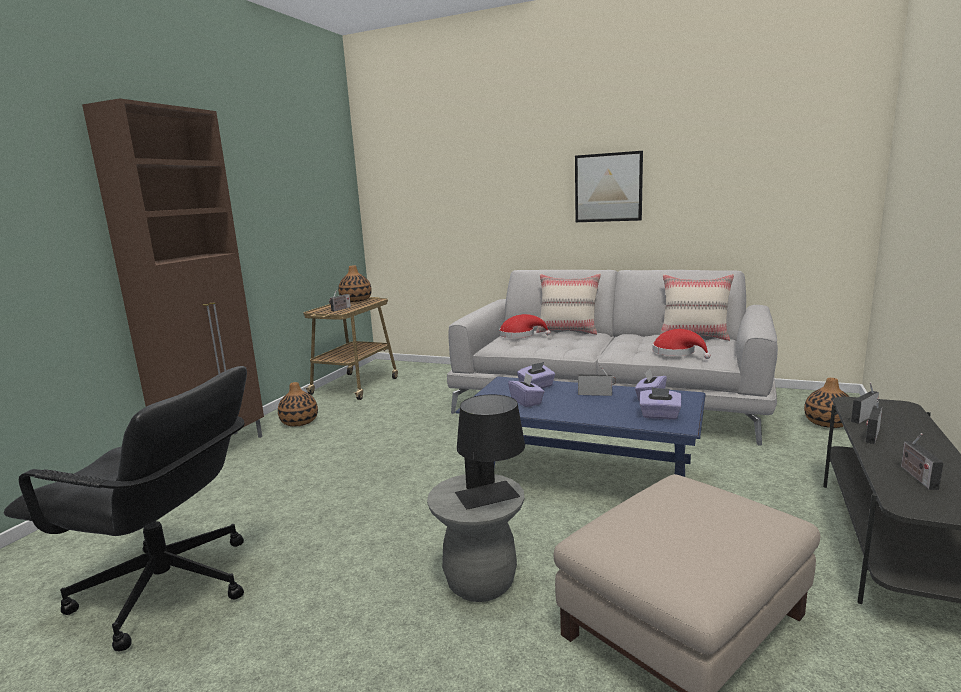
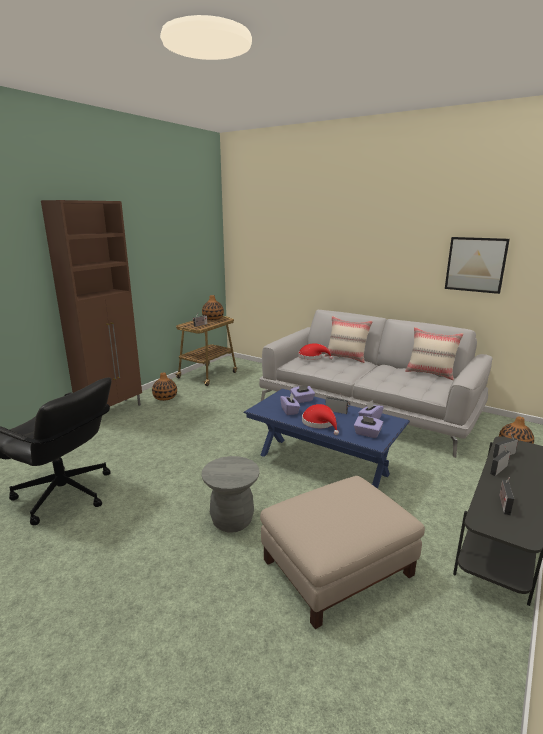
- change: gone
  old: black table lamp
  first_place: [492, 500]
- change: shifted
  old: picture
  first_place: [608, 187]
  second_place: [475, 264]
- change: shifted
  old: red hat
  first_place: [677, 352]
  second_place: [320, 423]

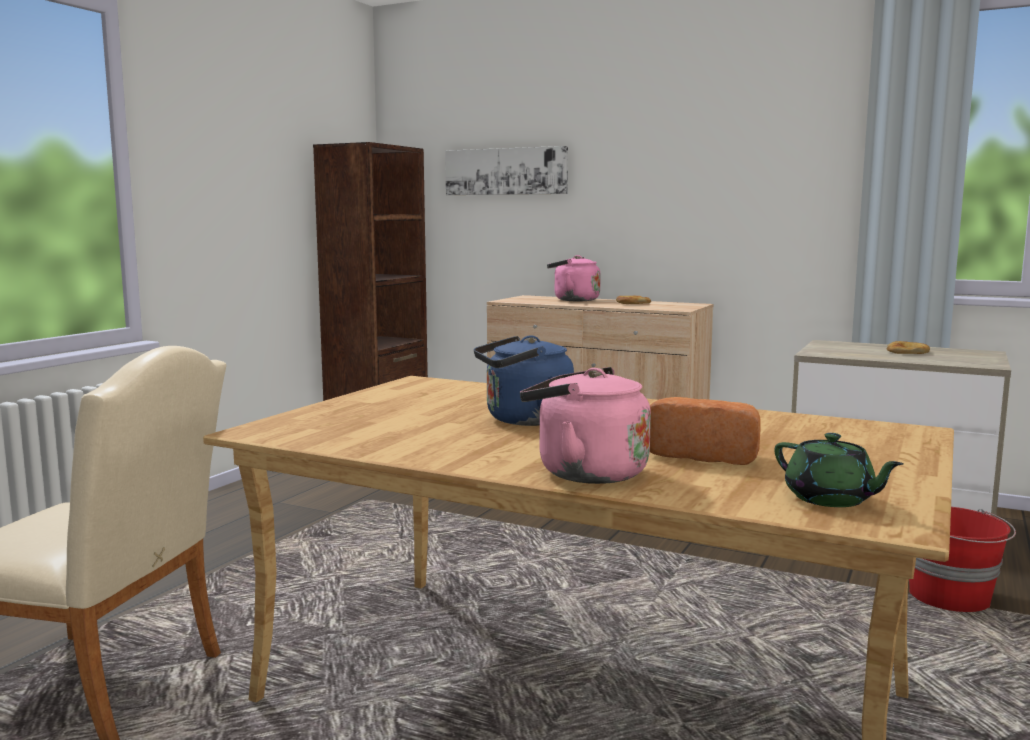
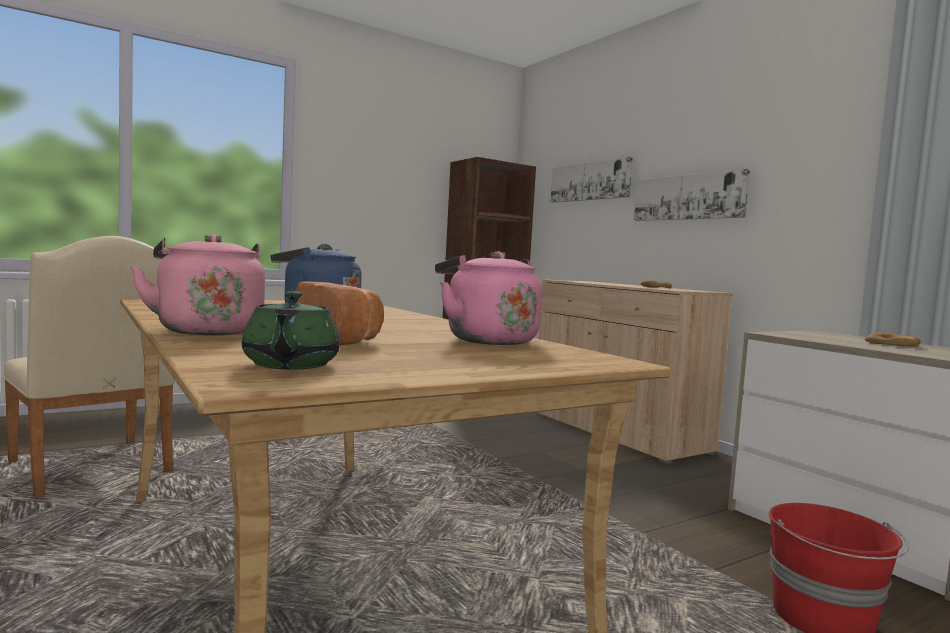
- change: shifted
  old: pink kettle
  first_place: [573, 300]
  second_place: [486, 340]
- change: new
  new: picture
  second_place: [688, 197]

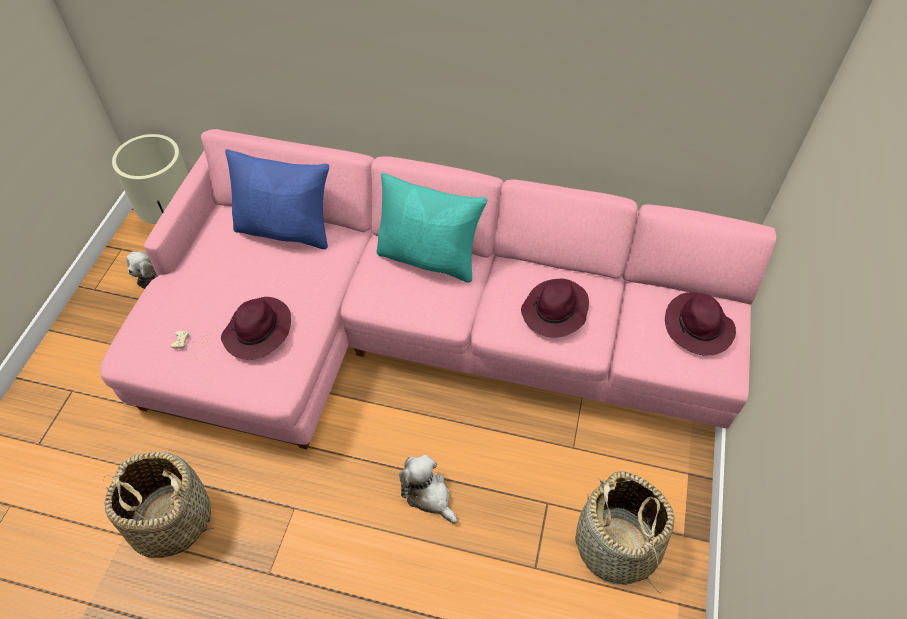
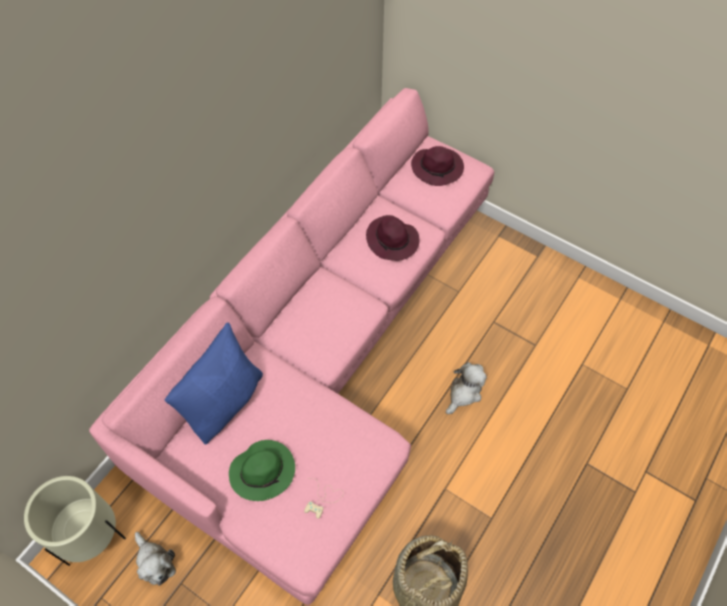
- change: gone
  old: purple hat
  first_place: [258, 332]
- change: gone
  old: turquoise pillow
  first_place: [429, 258]
- change: rotated
  old: plush toy
  first_place: [428, 494]
  second_place: [464, 392]
  degrees: 150
- change: gone
  old: basket
  first_place: [616, 547]
- change: new
  new: green hat
  second_place: [263, 471]

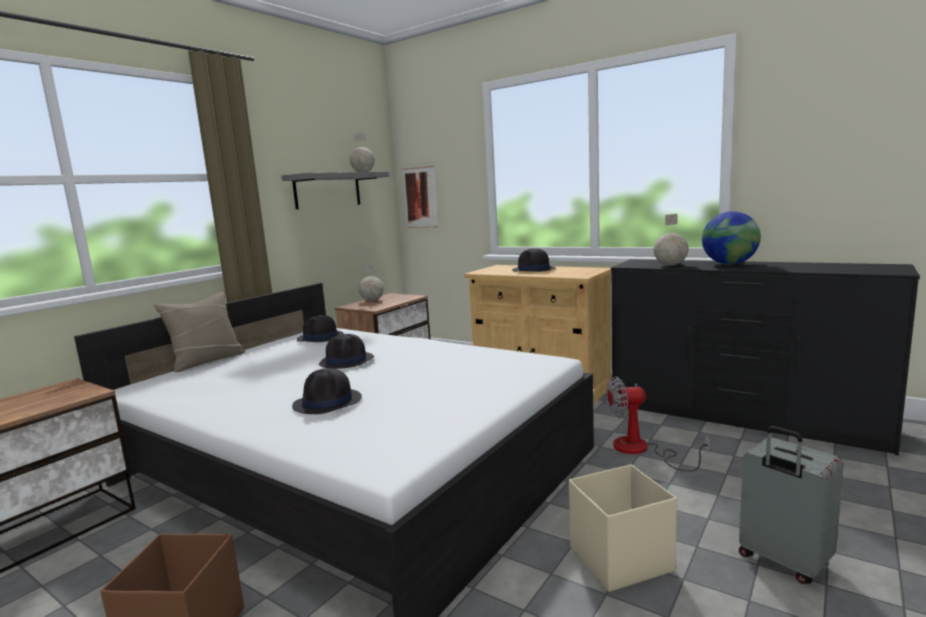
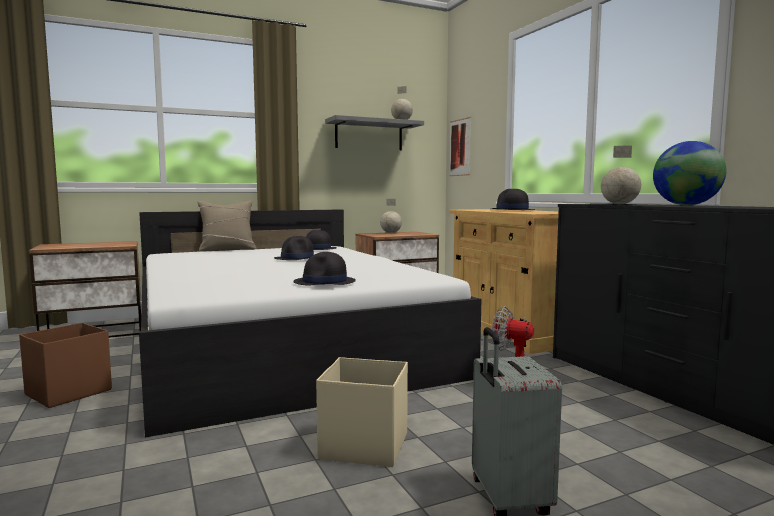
- change: shifted
  old: black hat
  first_place: [328, 402]
  second_place: [325, 282]

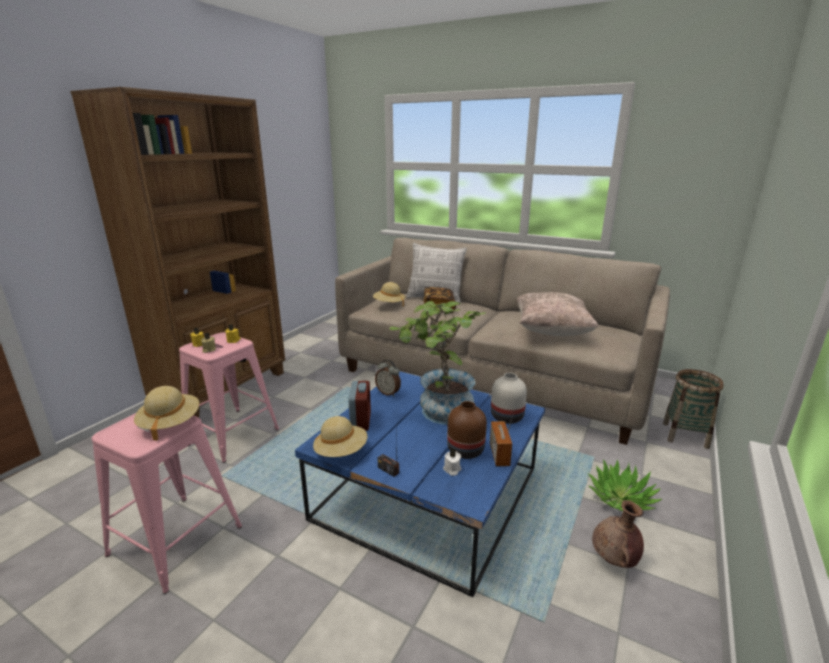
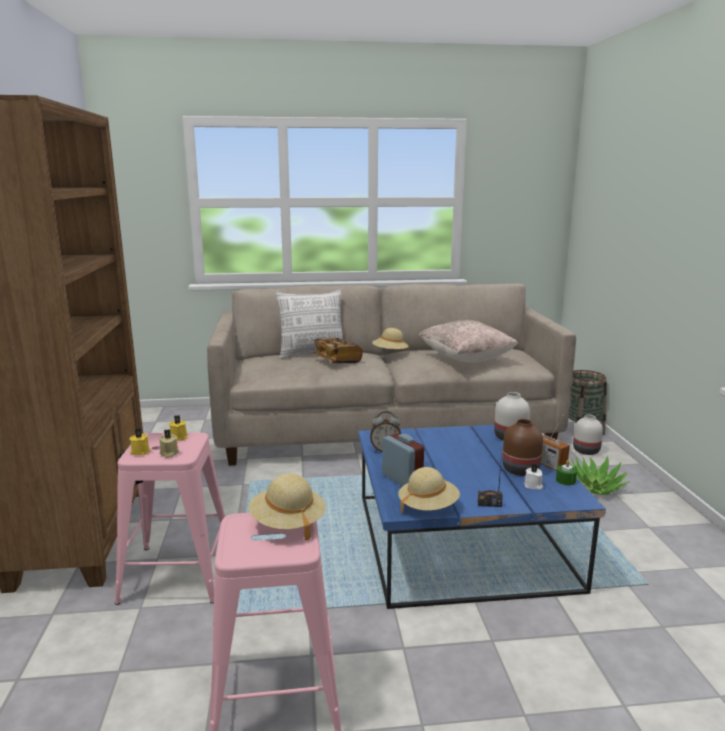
- change: shifted
  old: beige hat
  first_place: [389, 304]
  second_place: [390, 353]
- change: gone
  old: potted plant
  first_place: [439, 412]
- change: gone
  old: brown vase
  first_place: [614, 560]
- change: new
  new: green candle
  second_place: [565, 480]
- change: new
  new: white vase
  second_place: [585, 451]

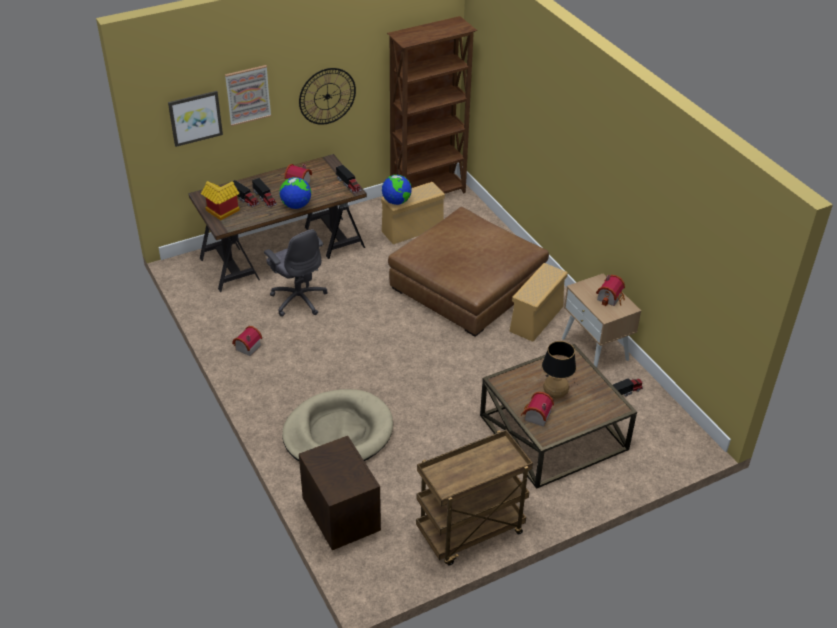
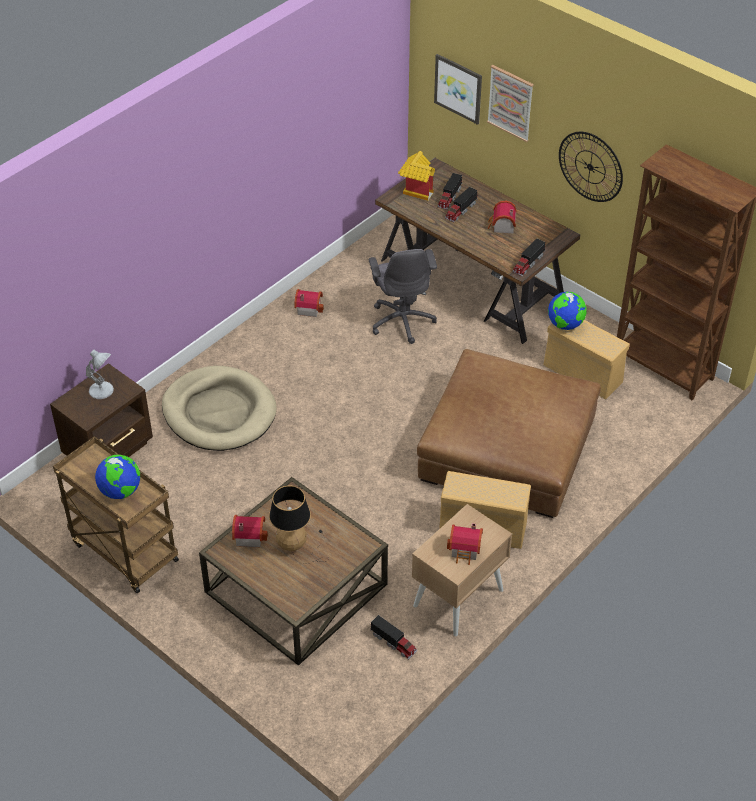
- change: rotated
  old: grey office chair
  first_place: [298, 299]
  second_place: [402, 320]
  degrees: -45
- change: shifted
  old: globe
  first_place: [296, 206]
  second_place: [120, 491]
- change: new
  new: white table lamp
  second_place: [102, 390]

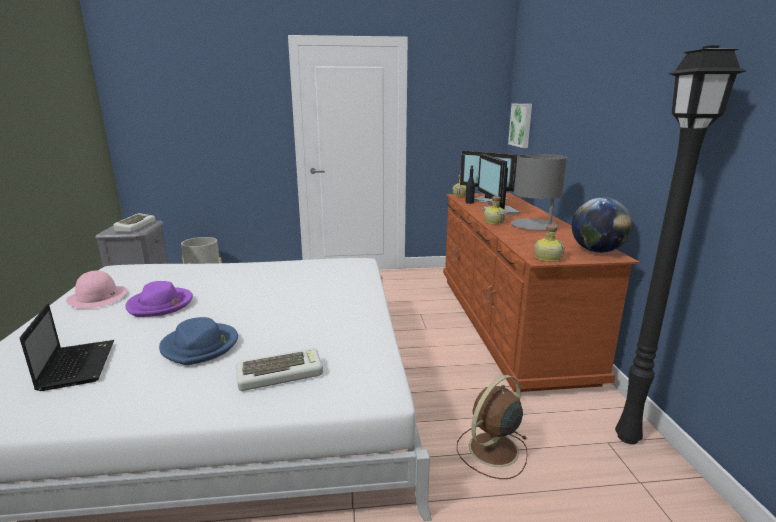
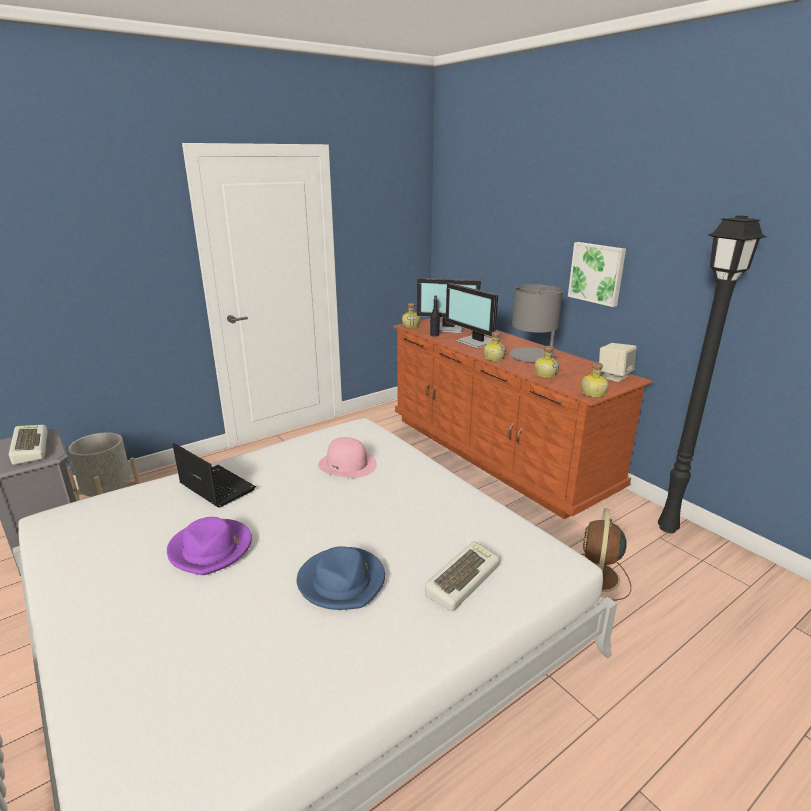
- change: shifted
  old: laptop
  first_place: [77, 365]
  second_place: [215, 487]
- change: shifted
  old: pink hat
  first_place: [97, 297]
  second_place: [347, 464]
- change: shifted
  old: picture
  first_place: [521, 125]
  second_place: [597, 273]
- change: swapped
  old: globe
  new: beige speaker
  first_place: [596, 251]
  second_place: [614, 376]
- change: new
  new: bottle
  second_place: [545, 374]

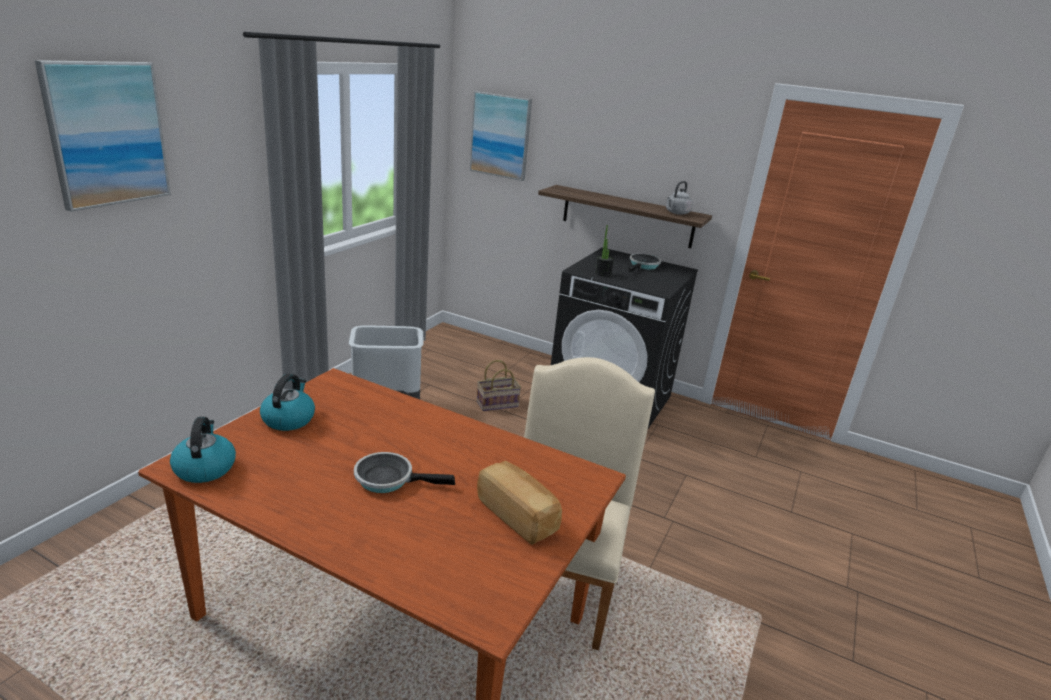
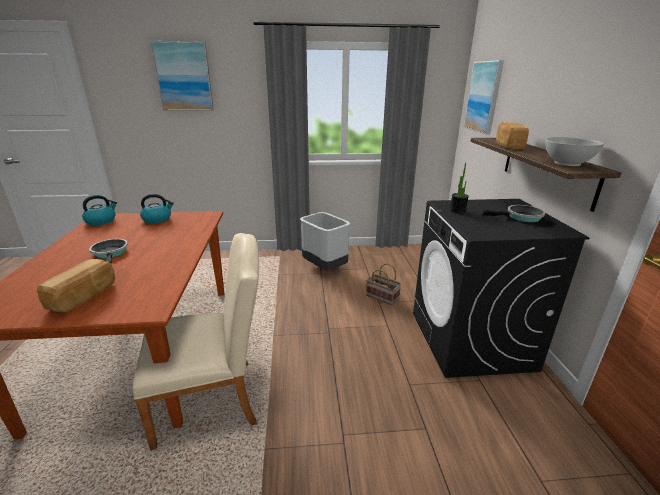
- change: swapped
  old: grey kettle
  new: white bowl
  first_place: [676, 213]
  second_place: [567, 163]
- change: new
  new: bread
  second_place: [508, 145]

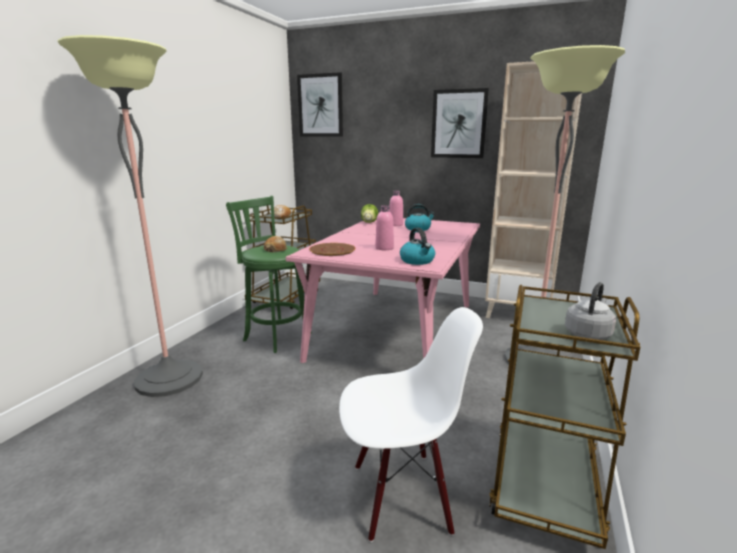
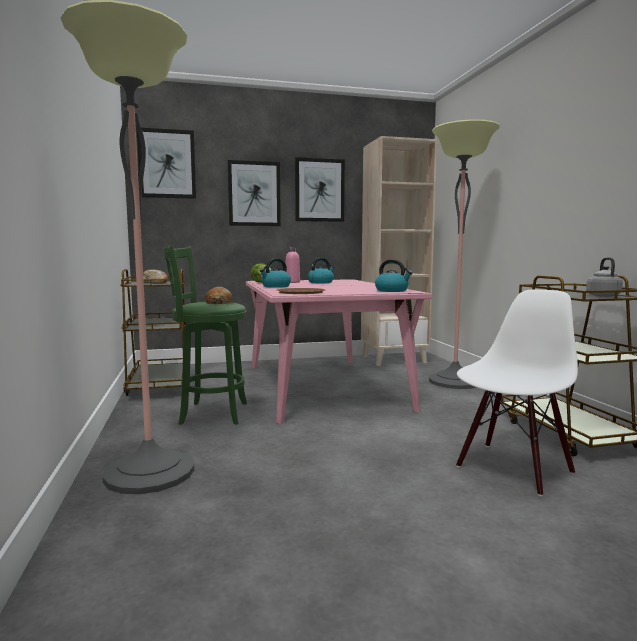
- change: gone
  old: pink bottle
  first_place: [384, 248]
- change: new
  new: picture
  second_place: [254, 194]
- change: new
  new: kettle
  second_place: [275, 286]

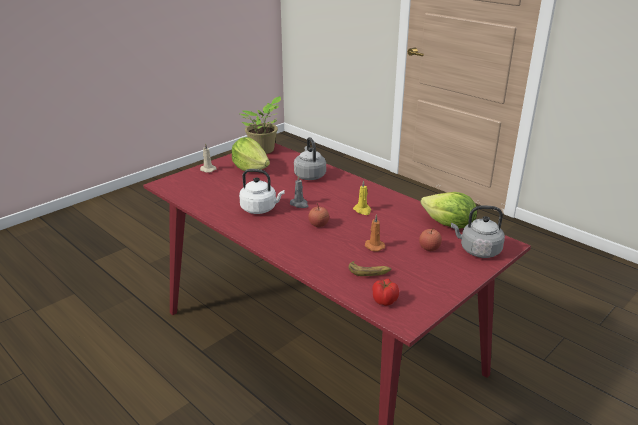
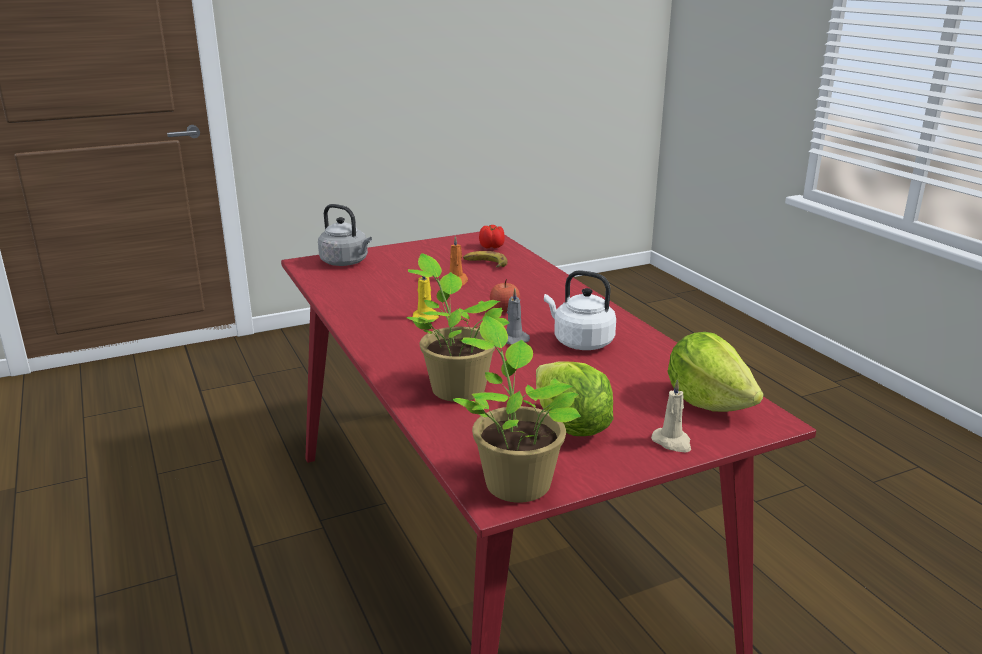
- change: swapped
  old: grey kettle
  new: potted plant
  first_place: [309, 175]
  second_place: [455, 388]
- change: gone
  old: apple
  first_place: [429, 248]
- change: shifted
  old: lettuce
  first_place: [448, 225]
  second_place: [708, 402]

